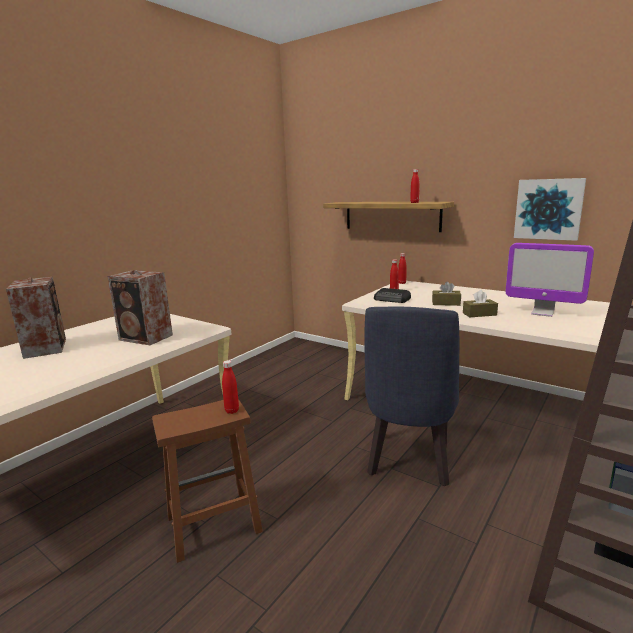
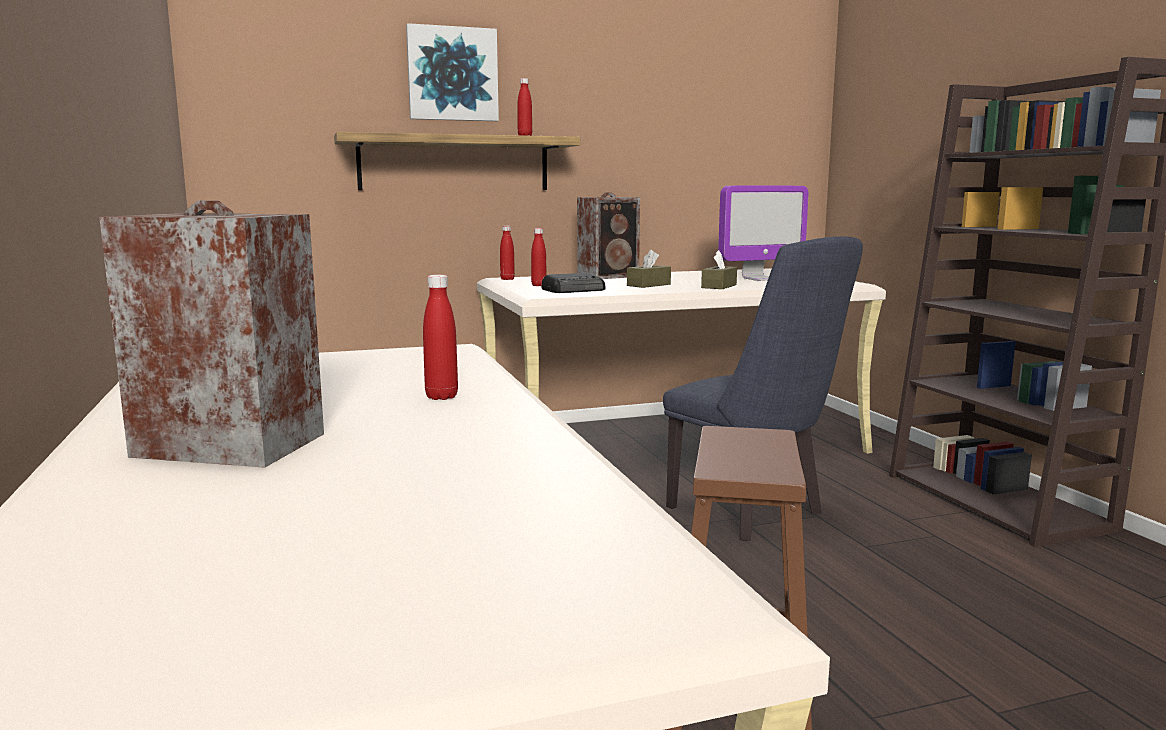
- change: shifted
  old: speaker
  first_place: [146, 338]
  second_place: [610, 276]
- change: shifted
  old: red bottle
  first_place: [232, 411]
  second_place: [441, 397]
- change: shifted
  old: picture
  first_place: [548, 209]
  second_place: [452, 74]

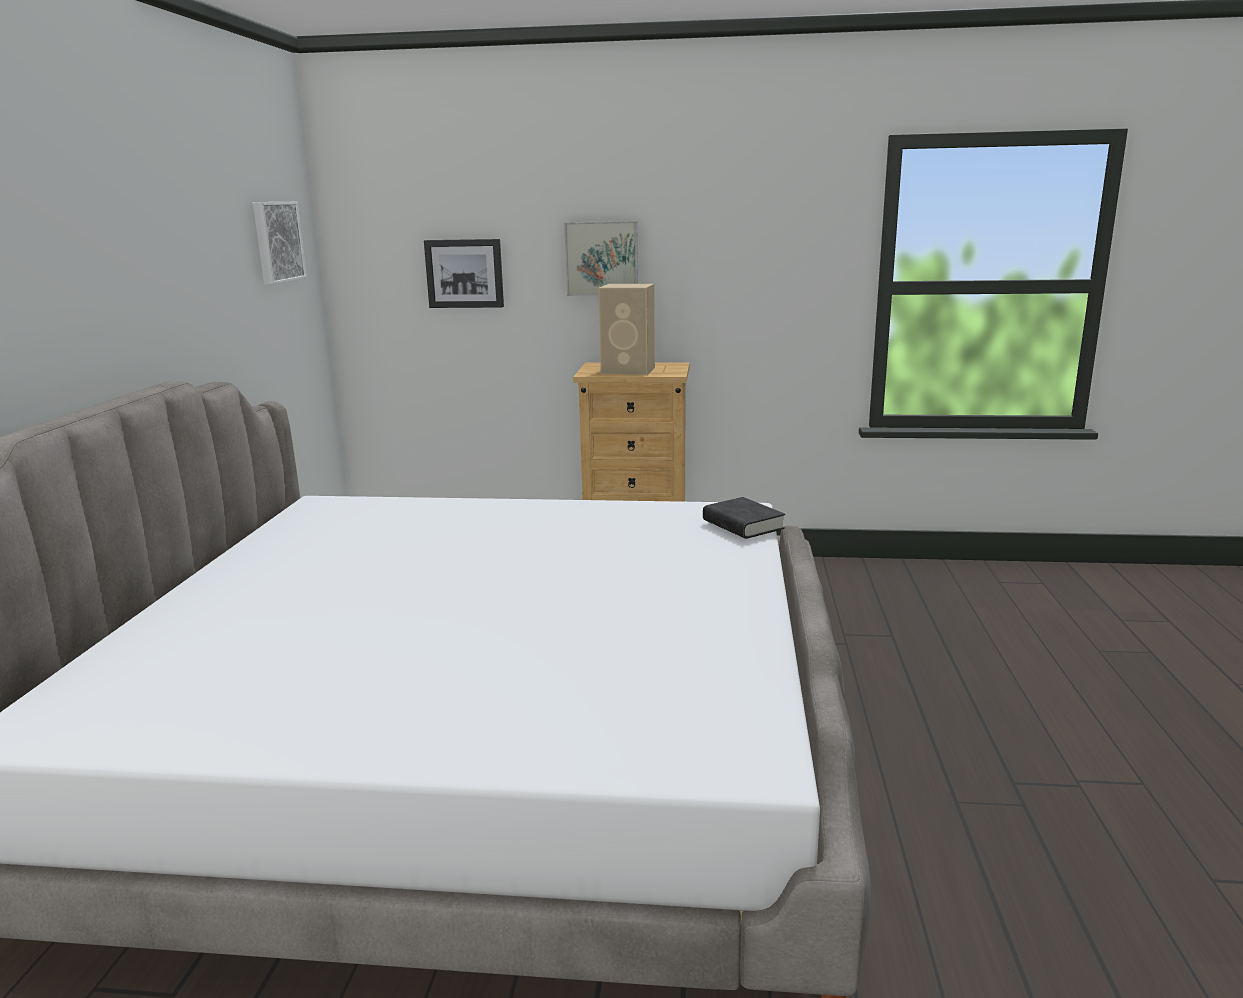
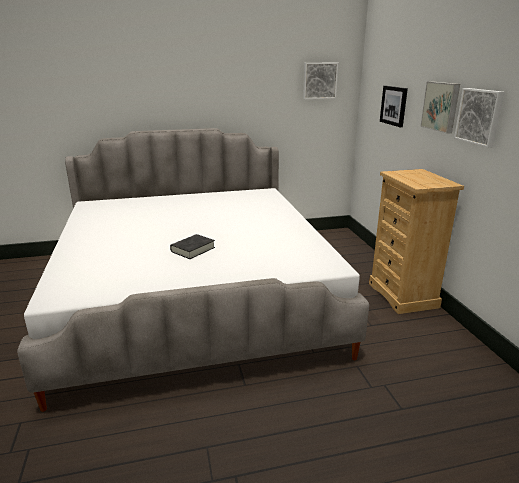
- change: gone
  old: beige speaker
  first_place: [629, 370]
- change: shifted
  old: black book
  first_place: [743, 524]
  second_place: [193, 249]
- change: new
  new: picture
  second_place: [480, 116]

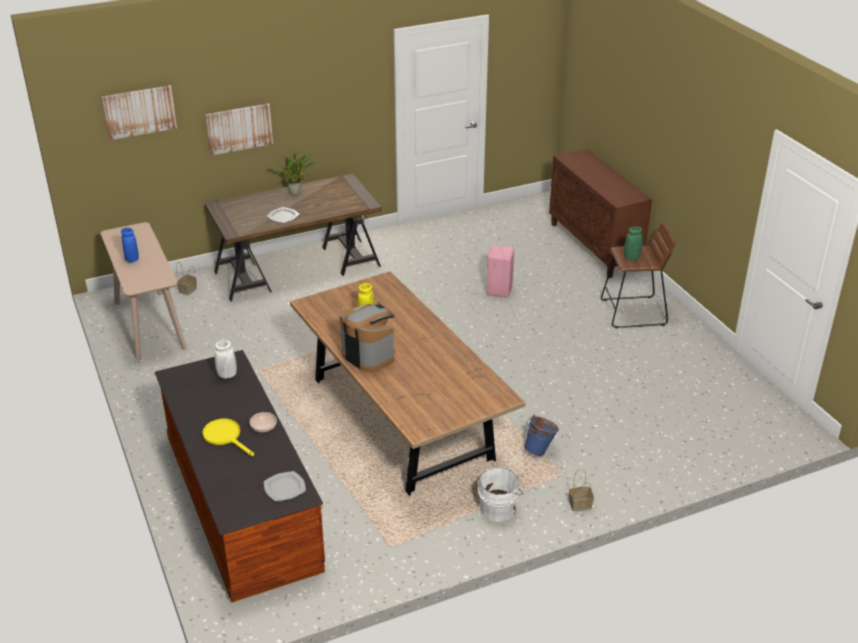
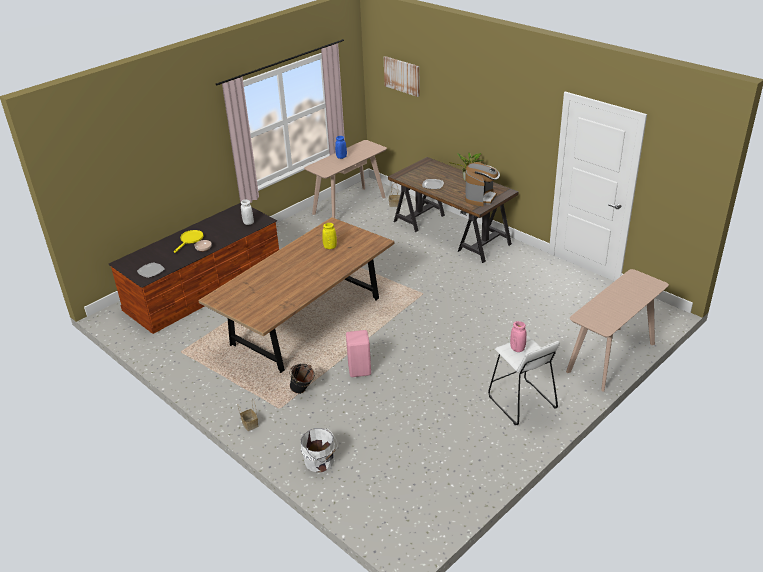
- change: gone
  old: picture
  first_place: [239, 128]
- change: shifted
  old: coffee machine
  first_place: [368, 355]
  second_place: [481, 198]
- change: shifted
  old: white bucket
  first_place: [499, 508]
  second_place: [320, 462]
- change: shifted
  old: pink stool
  first_place: [500, 290]
  second_place: [360, 370]
- change: repainted
  old: blue bucket
  new: black bucket
  first_place: [540, 450]
  second_place: [303, 391]
- change: swapped
  old: brown cabinet
  new: beige console table
  first_place: [594, 247]
  second_place: [611, 358]
- change: repainted
  old: brown stool
  new: white stool
  first_place: [633, 312]
  second_place: [521, 402]
- change: repainted
  old: green vase
  new: pink vase
  first_place: [631, 257]
  second_place: [517, 348]

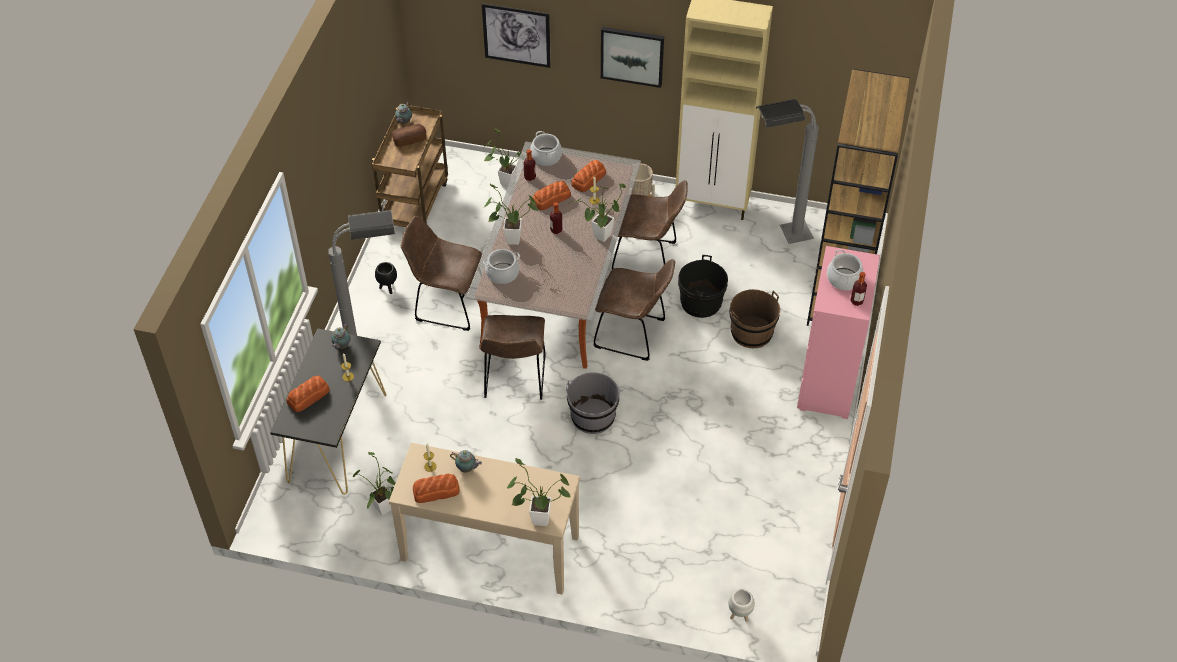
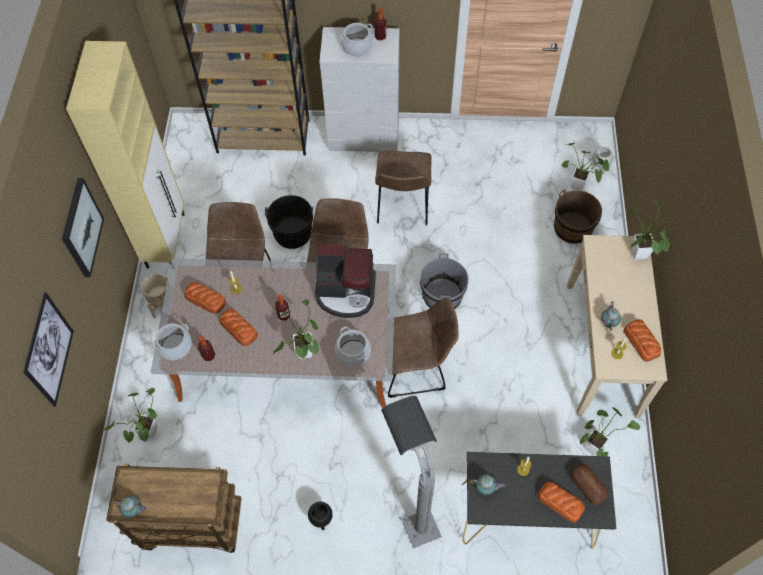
- change: shifted
  old: bread
  first_place: [409, 140]
  second_place: [587, 487]
- change: shifted
  old: brown chair
  first_place: [446, 304]
  second_place: [403, 207]
- change: shifted
  old: potted plant
  first_place: [600, 238]
  second_place: [580, 187]
- change: shifted
  old: brown bucket
  first_place: [751, 332]
  second_place: [572, 228]
- change: gone
  old: grey floor lamp
  first_place: [778, 238]
- change: repainted
  old: pink dresser
  new: white dresser
  first_place: [827, 382]
  second_place: [364, 136]
- change: new
  new: coffee machine
  second_place: [346, 292]

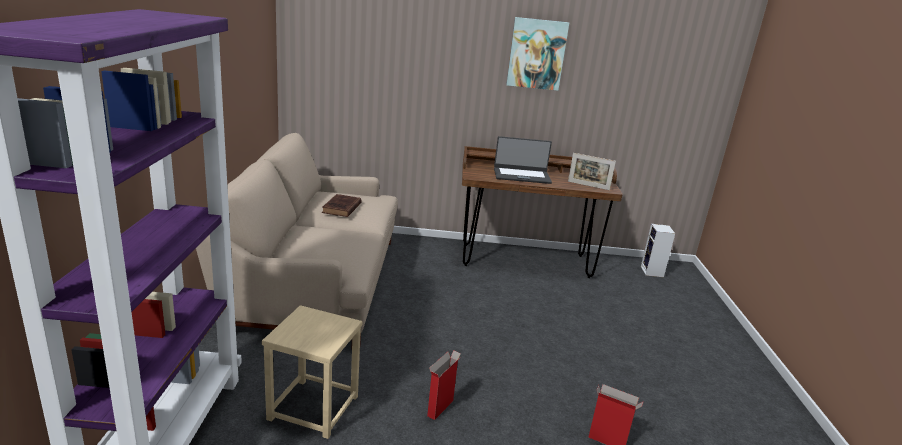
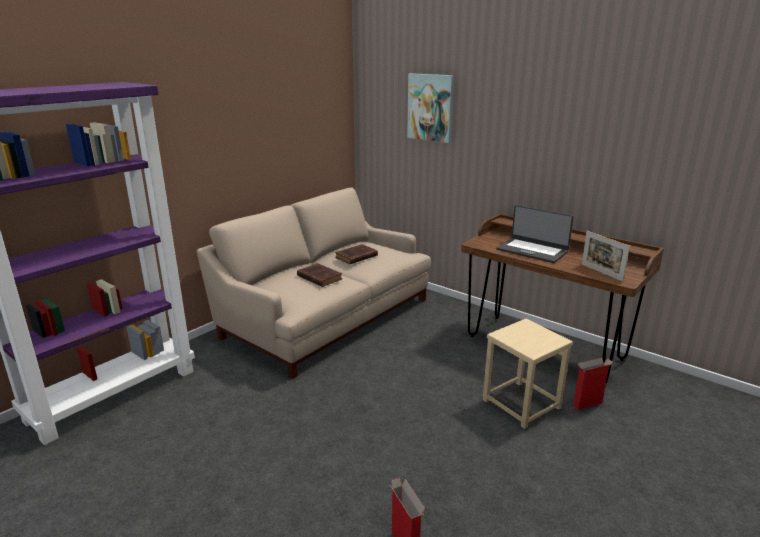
- change: shifted
  old: beige stool
  first_place: [313, 408]
  second_place: [520, 404]
- change: shifted
  old: cardboard box
  first_place: [440, 408]
  second_place: [588, 404]
- change: shifted
  old: picture
  first_place: [536, 54]
  second_place: [430, 107]
- change: gone
  old: speaker
  first_place: [652, 272]
- change: new
  new: brown book
  second_place: [318, 277]

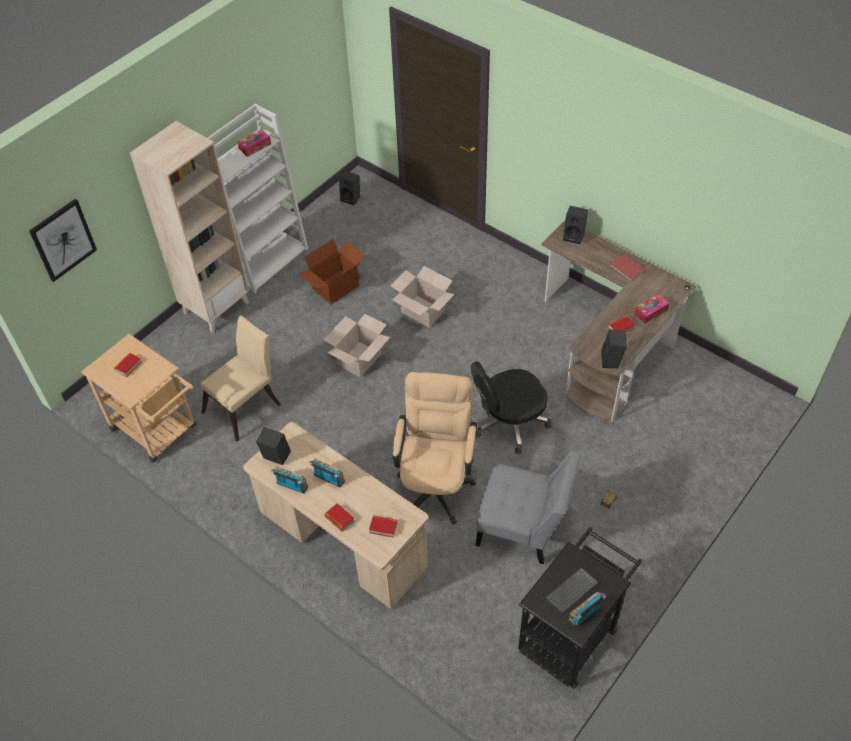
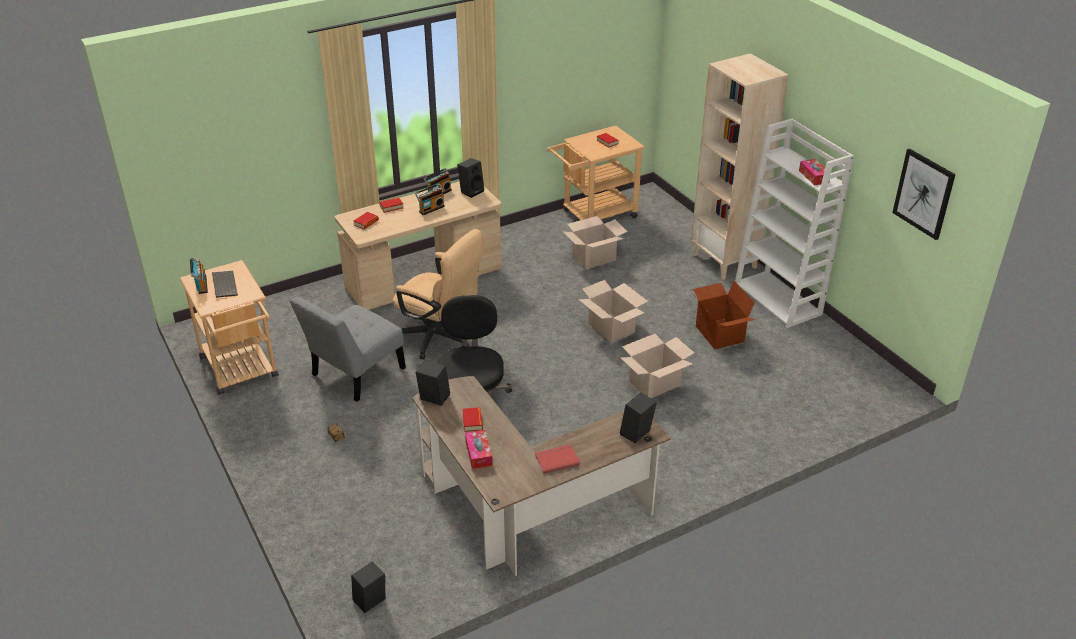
- change: shifted
  old: picture
  first_place: [63, 240]
  second_place: [924, 193]
- change: swapped
  old: beige chair
  new: cardboard box
  first_place: [246, 406]
  second_place: [594, 258]
- change: shifted
  old: black speaker
  first_place: [351, 198]
  second_place: [370, 603]
- change: repainted
  old: black cart
  new: beige cart
  first_place: [572, 633]
  second_place: [241, 371]

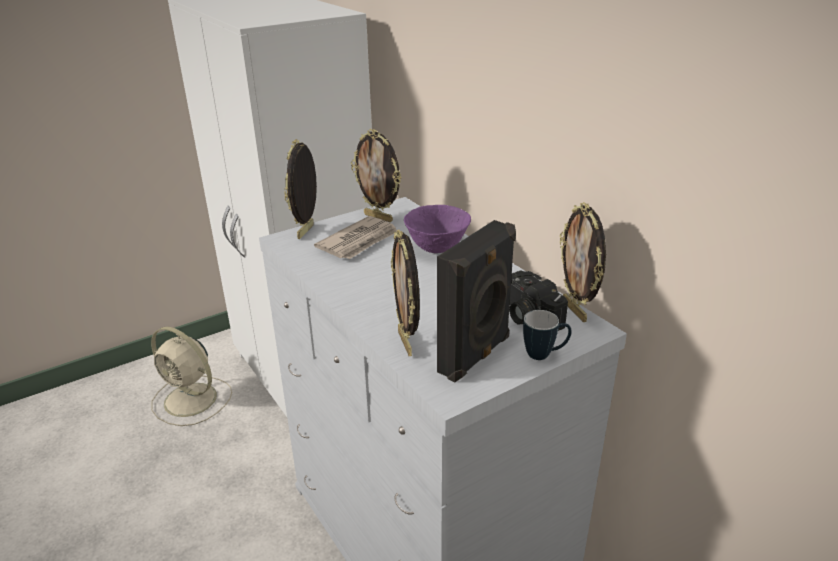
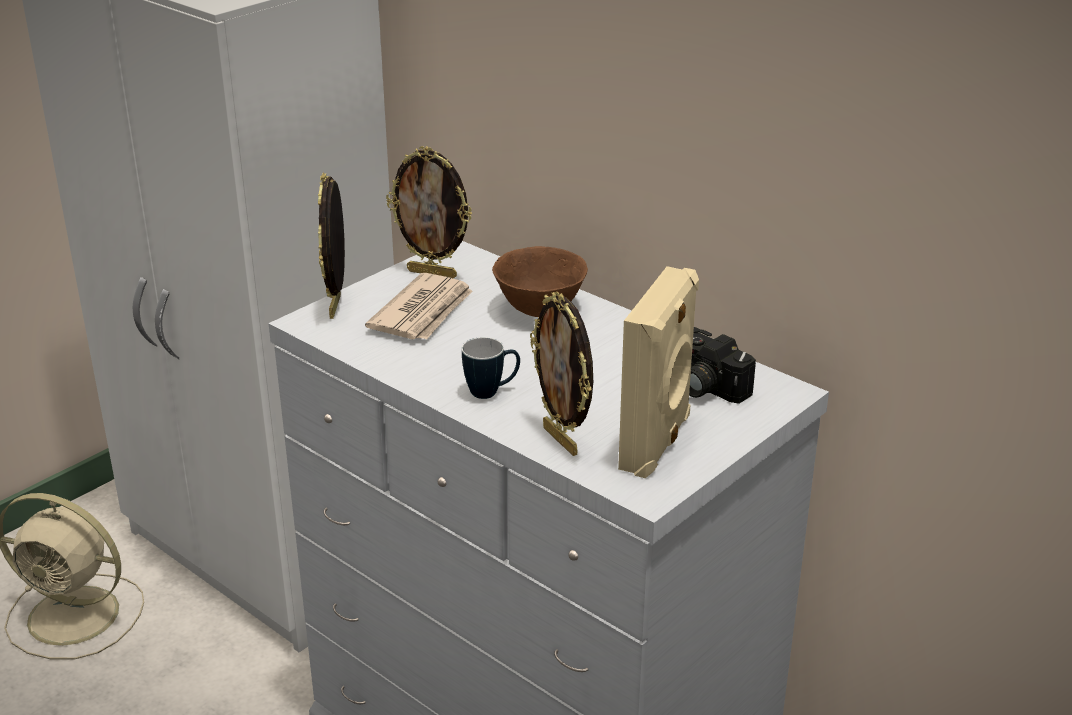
- change: repainted
  old: purple bowl
  new: brown bowl
  first_place: [437, 248]
  second_place: [540, 309]
- change: repainted
  old: black speaker
  new: beige speaker
  first_place: [476, 355]
  second_place: [657, 443]
- change: shifted
  old: mug
  first_place: [544, 354]
  second_place: [492, 392]
- change: gone
  old: picture frame
  first_place: [575, 311]

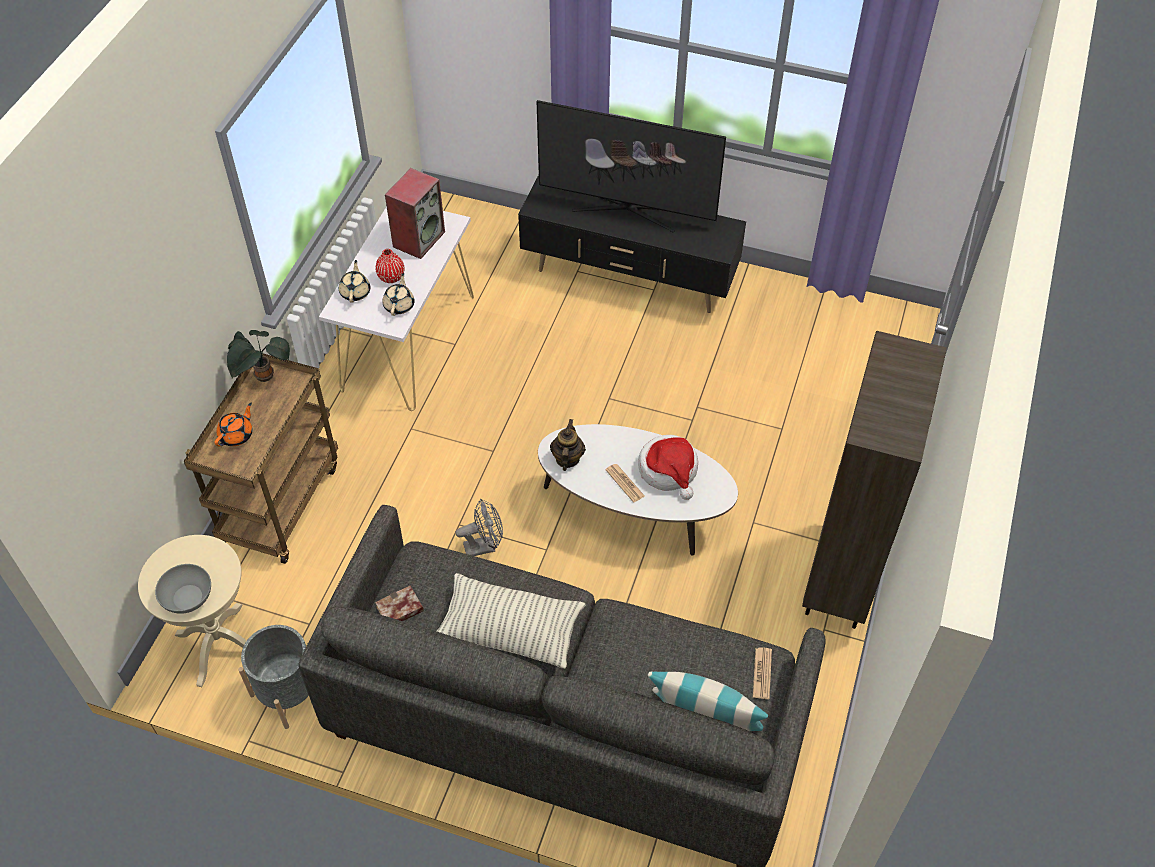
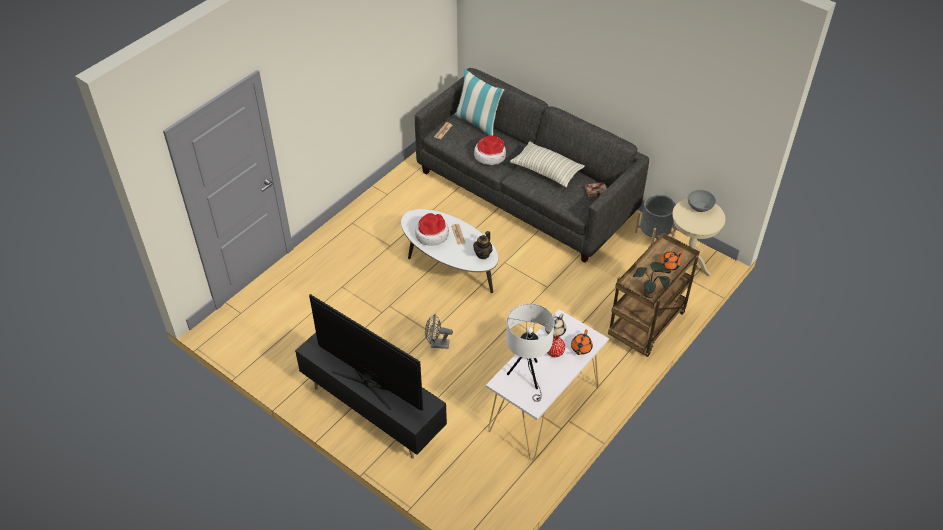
- change: repainted
  old: beige teapot
  new: orange teapot
  first_place: [355, 292]
  second_place: [581, 348]
- change: swapped
  old: speaker
  new: white table lamp
  first_place: [418, 238]
  second_place: [527, 377]
- change: shifted
  old: grey fan
  first_place: [484, 546]
  second_place: [437, 344]
- change: gone
  old: brown bookcase
  first_place: [842, 579]
- change: new
  new: hat
  second_place: [490, 155]

